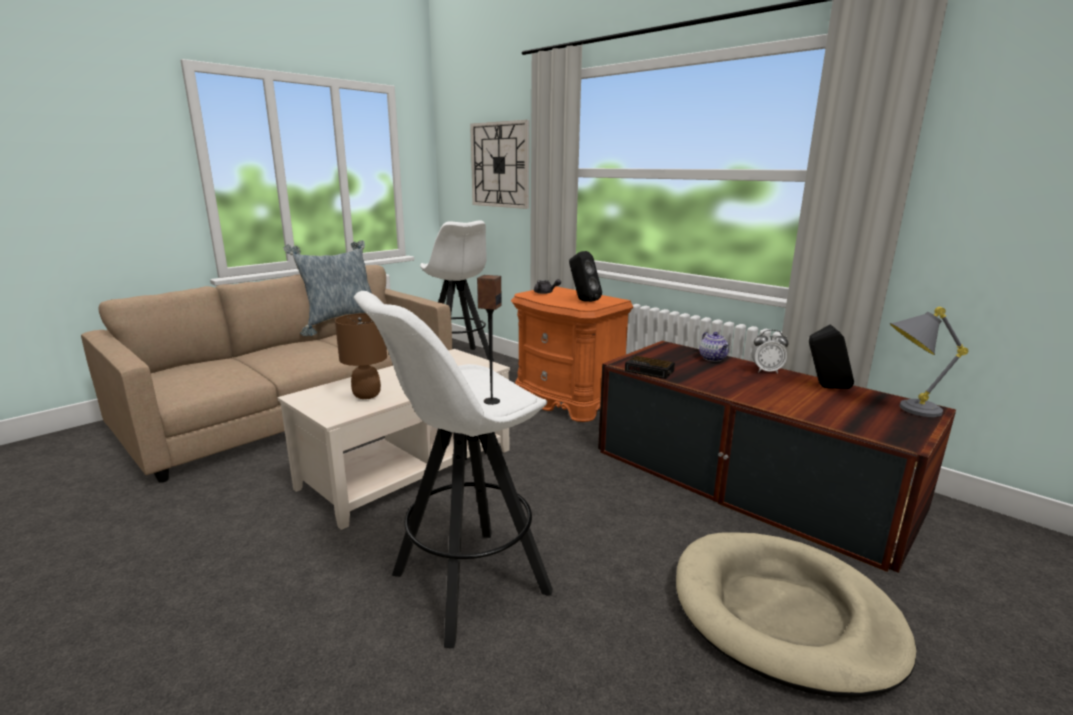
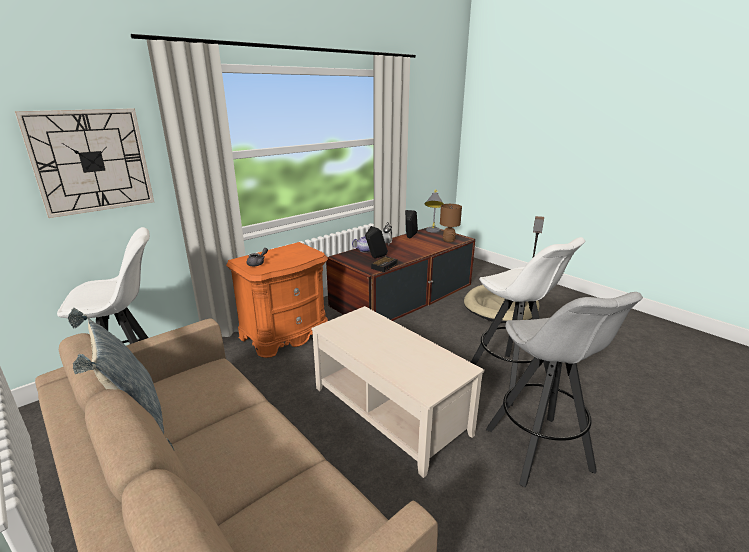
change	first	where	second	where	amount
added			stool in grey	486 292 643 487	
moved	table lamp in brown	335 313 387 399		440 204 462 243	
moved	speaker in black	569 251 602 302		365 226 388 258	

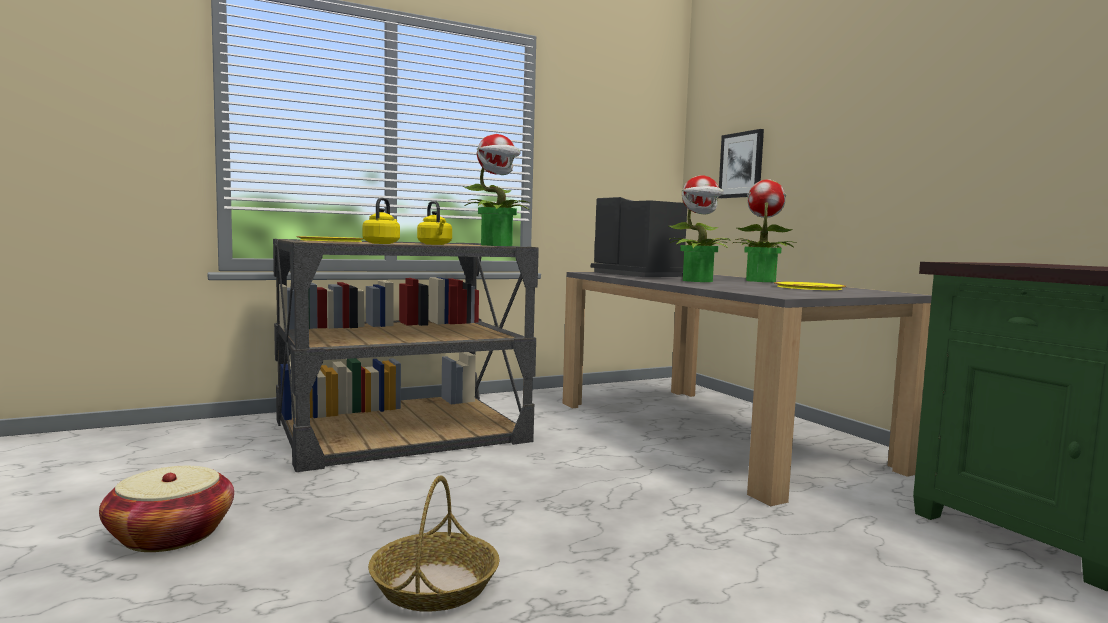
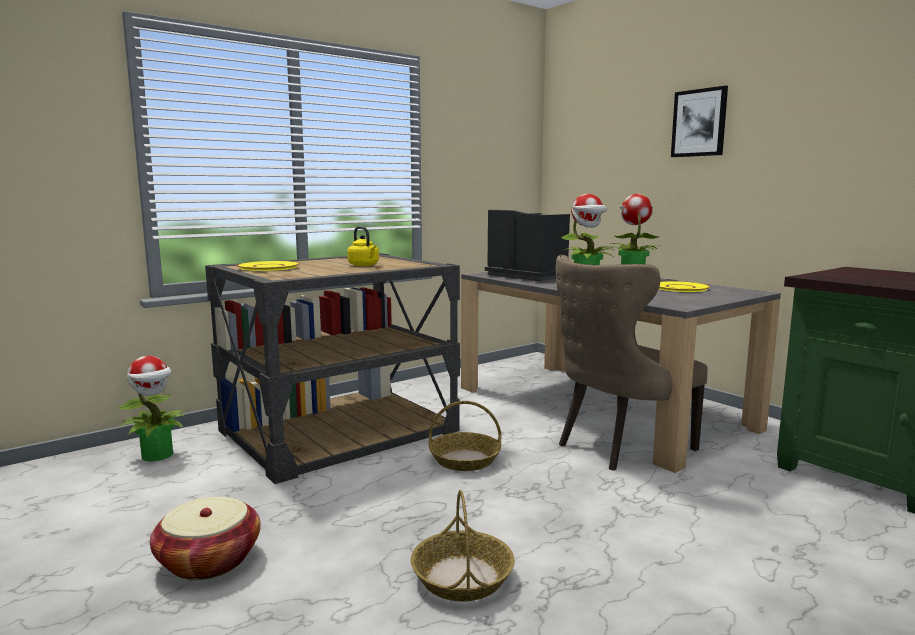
change	first	where	second	where	amount
removed	kettle in yellow	362 198 400 244			
added			basket	429 401 501 471	
added			chair in beige	556 255 707 471	
moved	potted plant	464 134 530 246		118 356 186 461	
moved	picture	718 129 764 198		671 85 728 157	

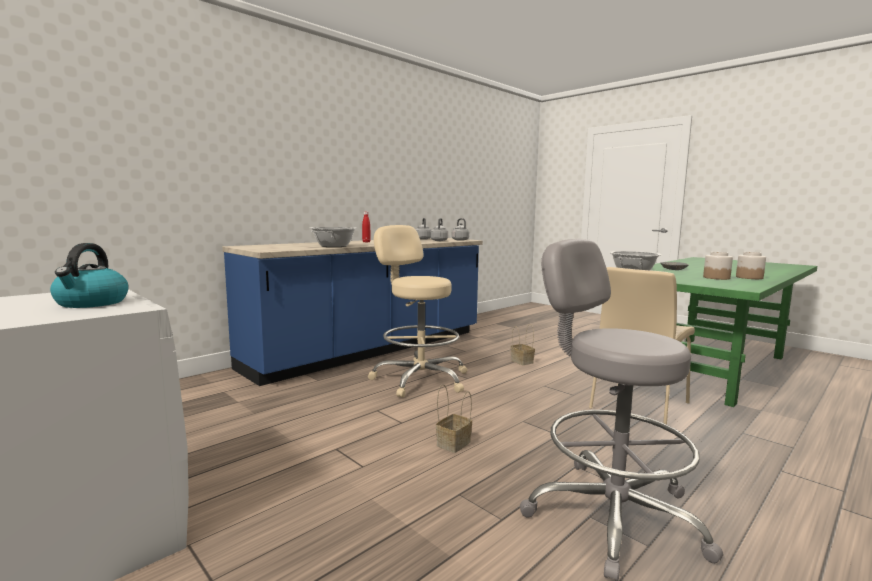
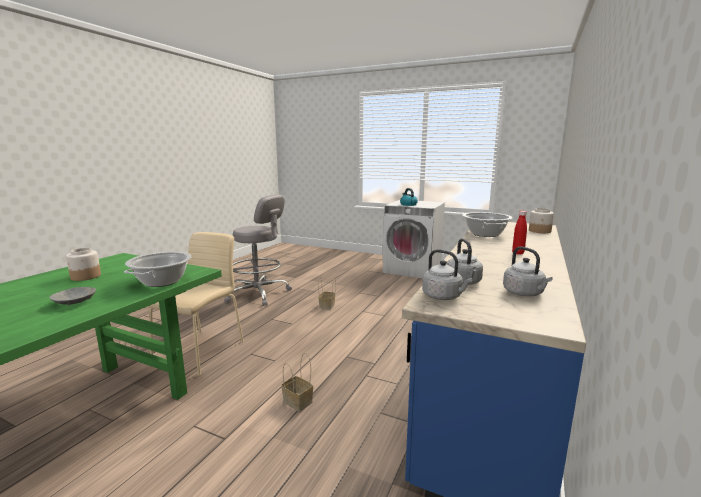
change	first	where	second	where	amount
removed	stool in beige	368 225 468 398			
moved	jar	736 252 766 279		529 208 554 233	

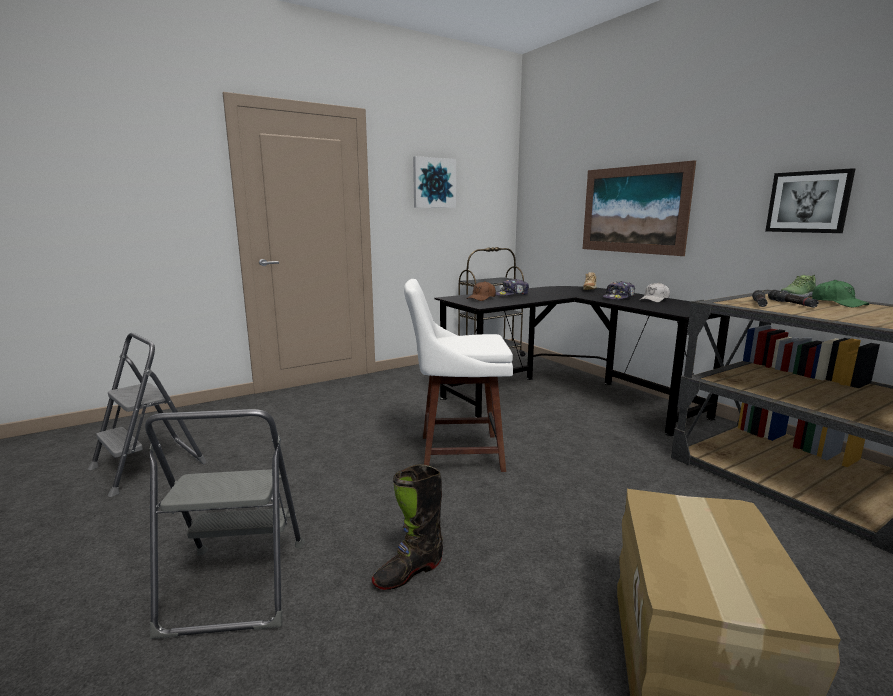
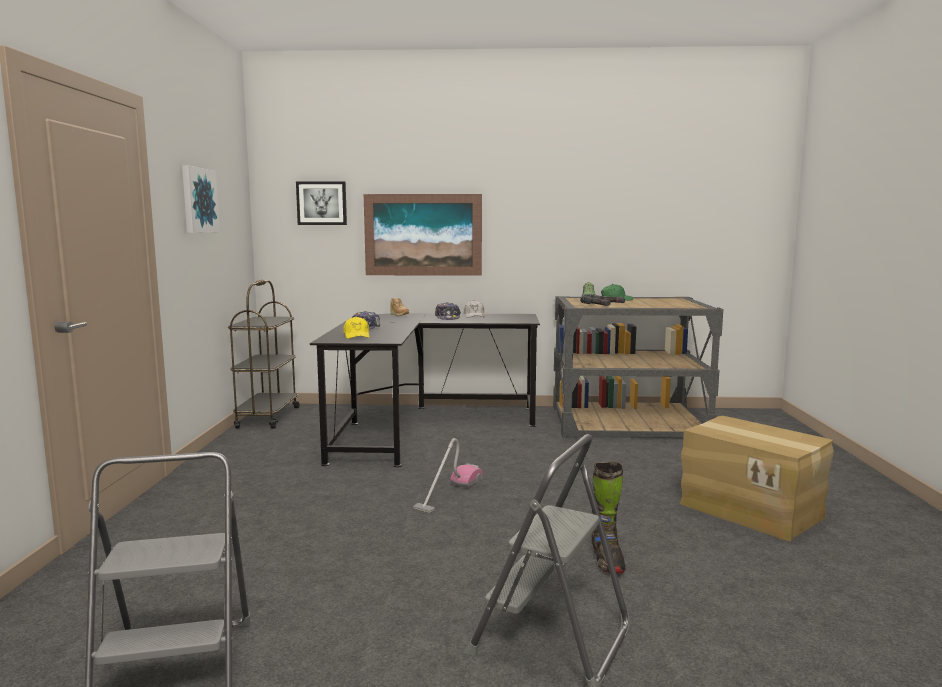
change	first	where	second	where	amount
moved	picture	765 168 855 233		296 181 347 225	
replaced	stool in white	404 279 513 472	vacuum cleaner	413 438 483 512	
recoloured	cap in brown	467 281 496 301	cap in yellow	343 316 370 339	

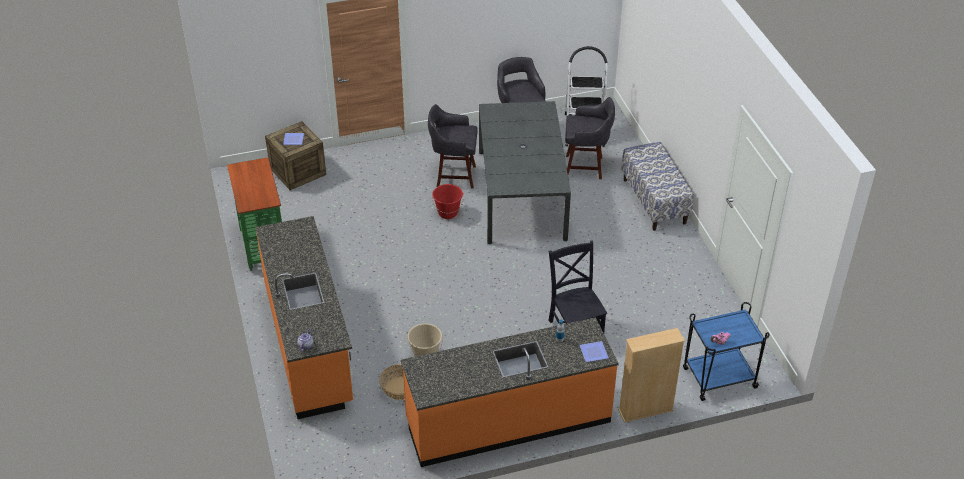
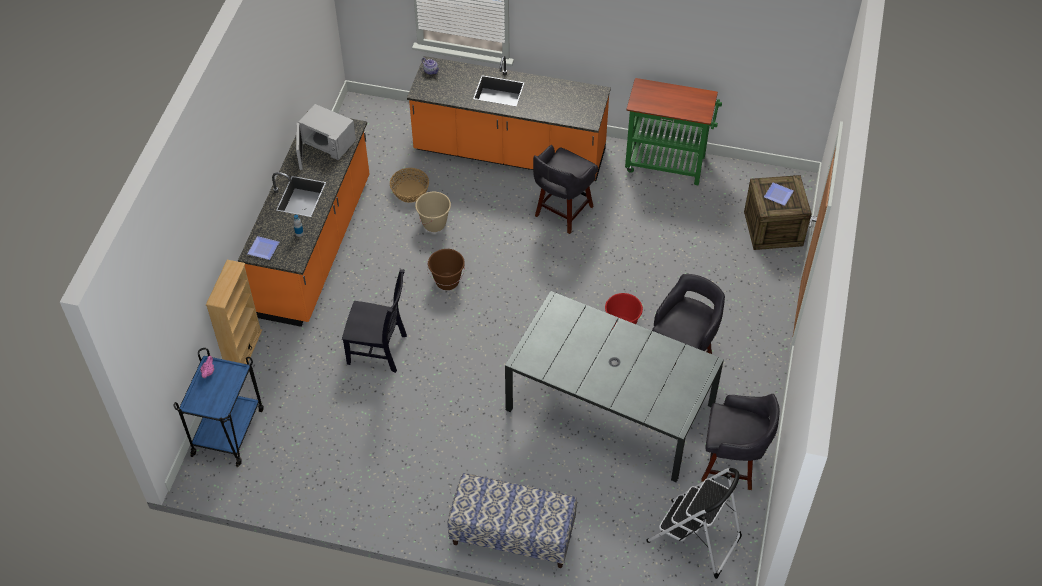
change	first	where	second	where	amount
added			microwave in white	296 104 356 170	
added			bucket in brown	427 249 465 290	
moved	stool in grey	565 97 615 179		533 145 598 234	

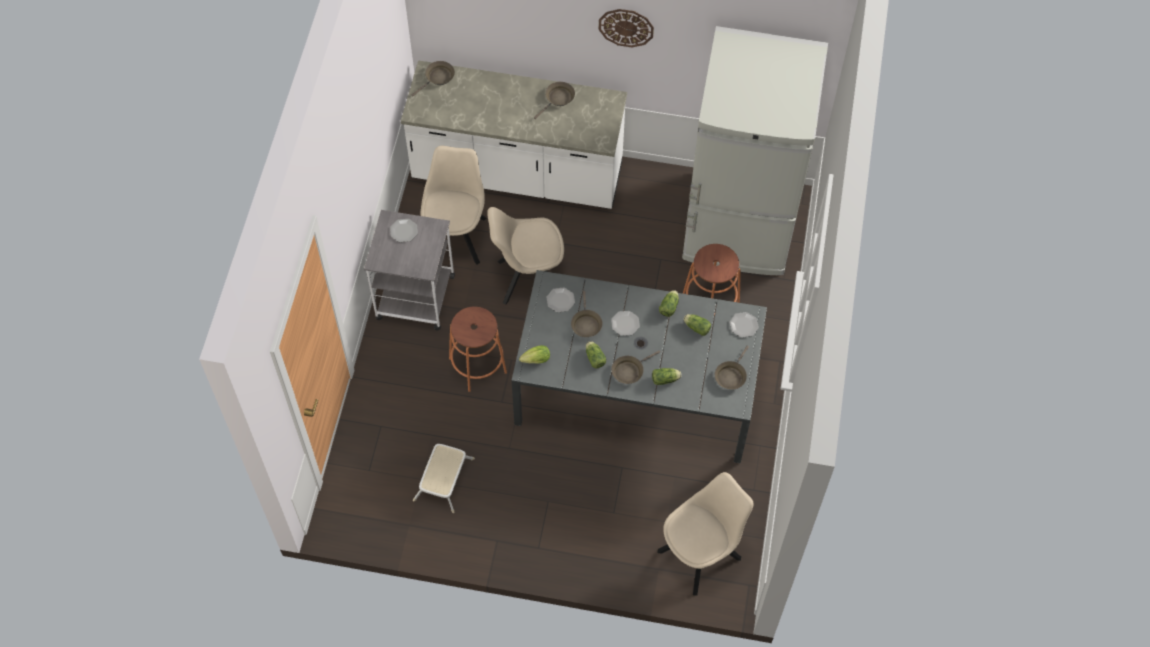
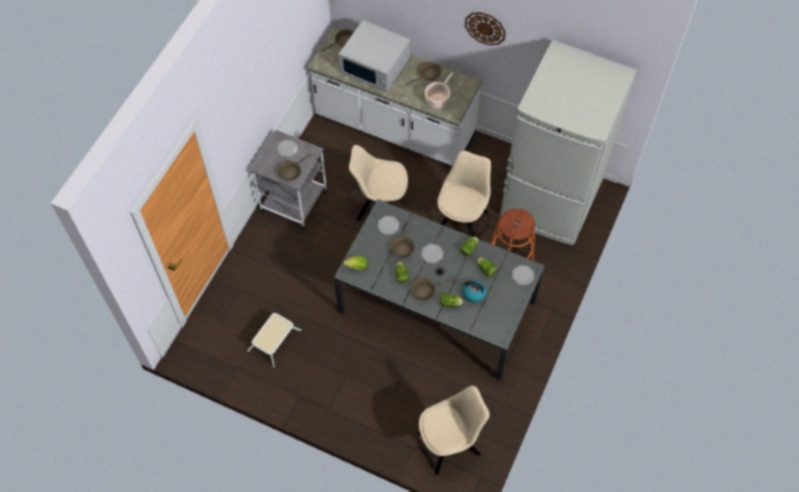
change	first	where	second	where	amount
removed	stool in orange	449 306 507 392			
added			microwave in white	338 20 410 93	
added			cooking pot	425 72 454 109	
added			kettle	460 280 486 302	
moved	chair in beige	420 146 487 264		437 150 491 237	
moved	frying pan in brown	715 346 749 390		277 154 311 181	

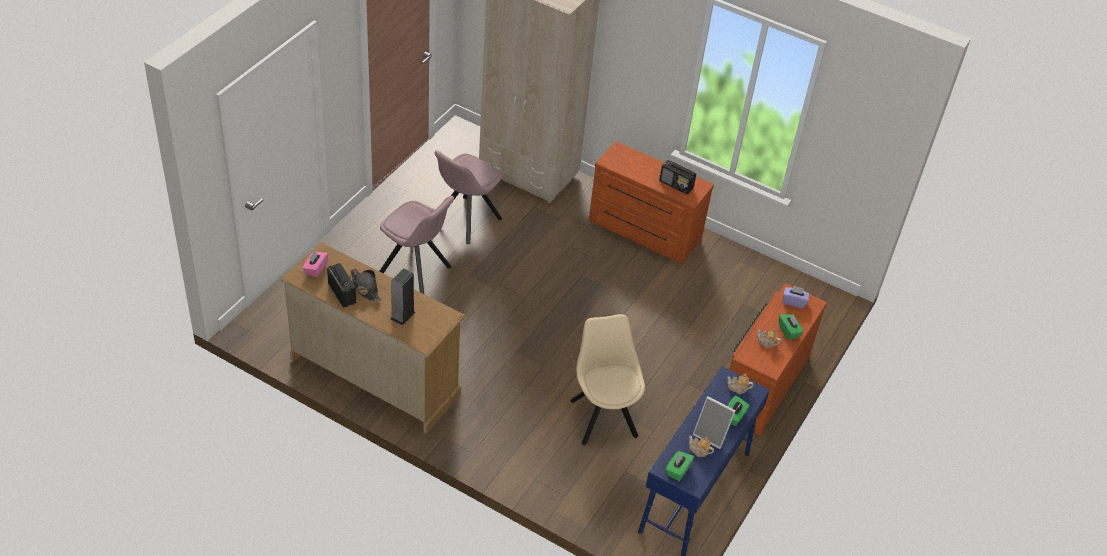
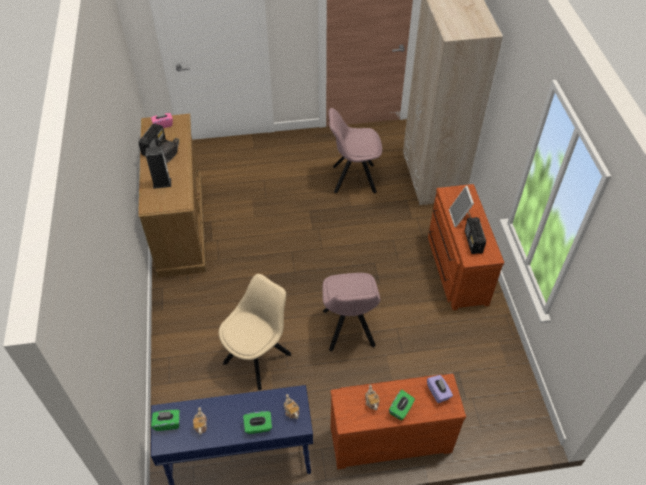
change	first	where	second	where	amount
moved	chair in pink	379 196 454 294		322 273 380 352	
moved	picture frame	693 396 736 449		449 186 474 227	

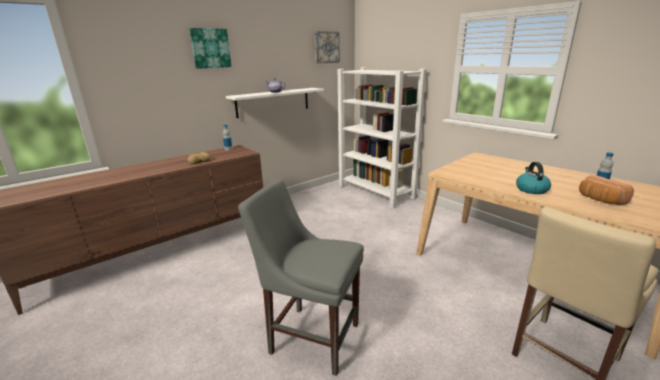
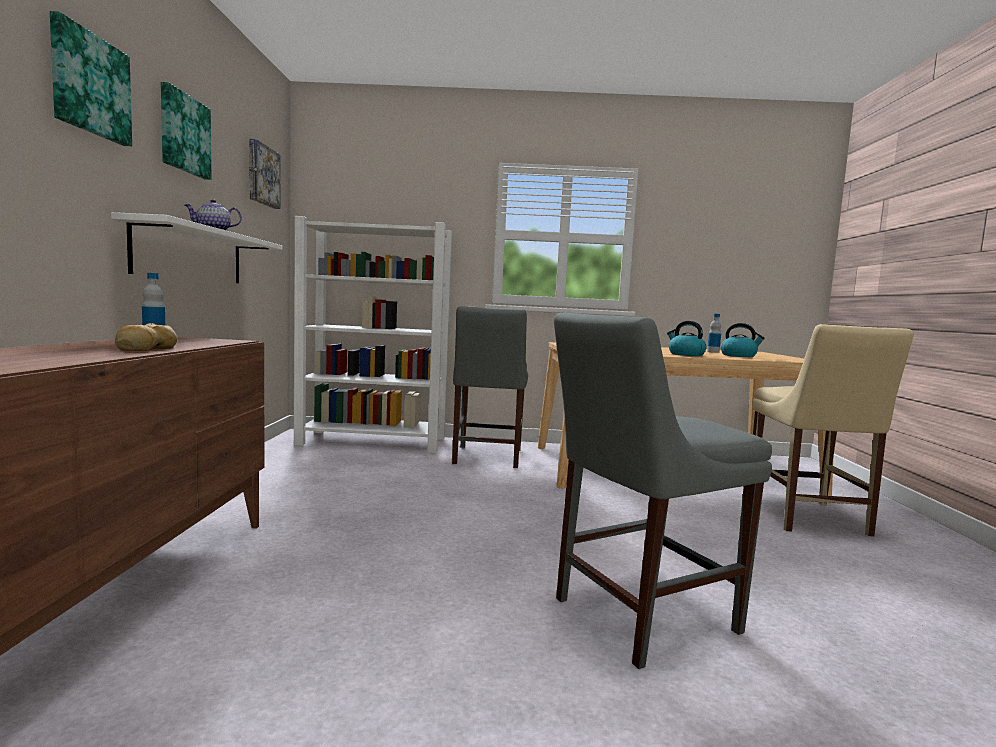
change	first	where	second	where	amount
added			picture	161 82 212 180	
added			chair in grey	452 306 528 468	
replaced	bread	579 175 634 205	kettle	721 323 765 357	

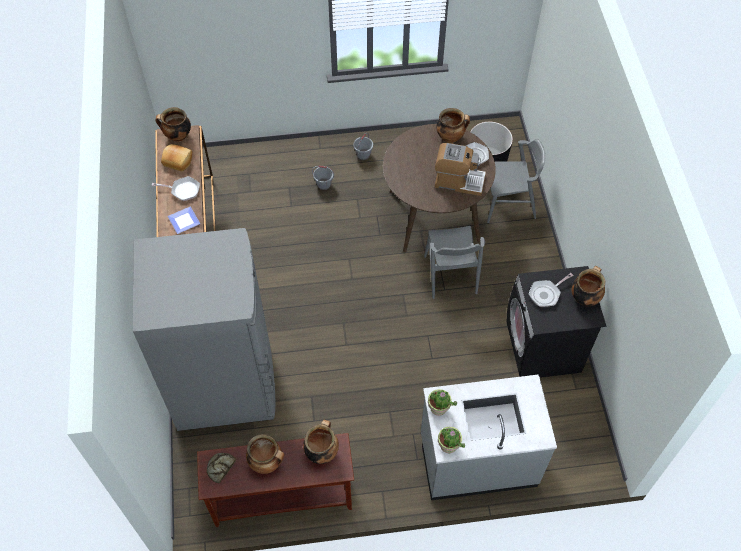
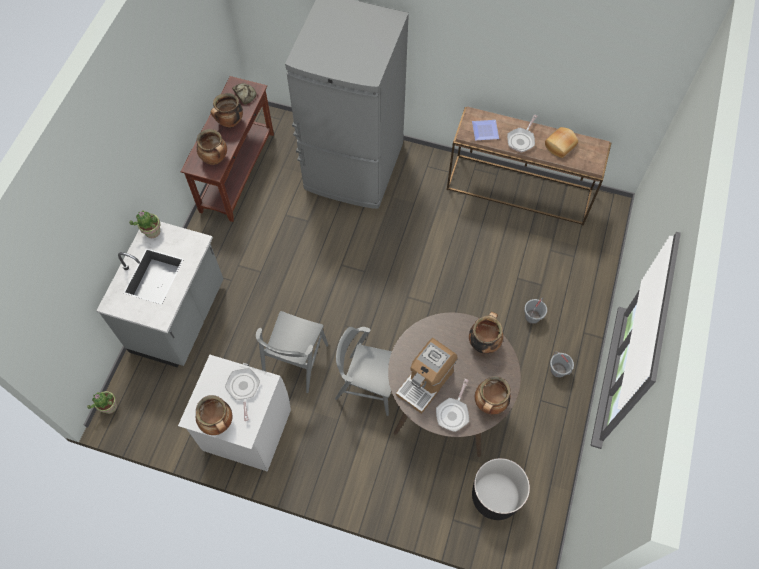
change	first	where	second	where	amount
moved	cooking pot	156 107 191 142		469 311 503 354	
moved	potted plant	428 389 457 416		87 391 117 414	
moved	chair in grey	487 139 545 223		256 311 329 393	
recoloured	washing machine in black	507 266 607 378	washing machine in white	178 355 291 472	

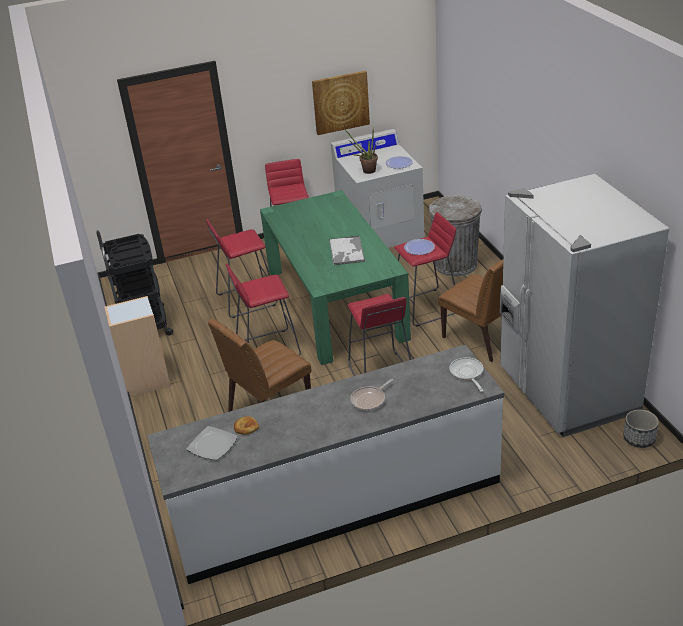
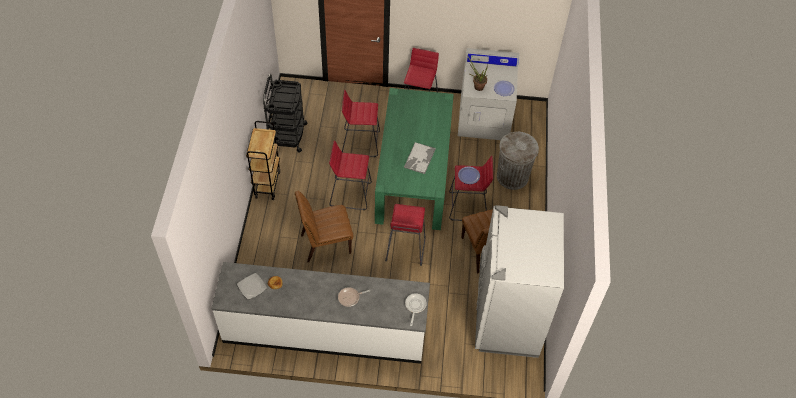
change	first	where	second	where	amount
removed	picture	312 71 370 135			
removed	planter	623 409 659 448			
replaced	bookcase	104 296 171 397	cart in brown	246 121 280 200	

